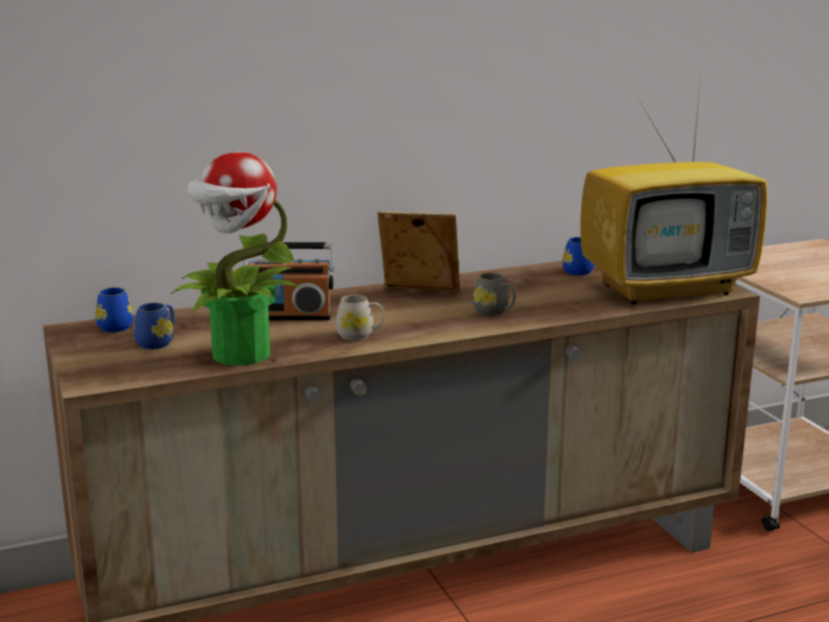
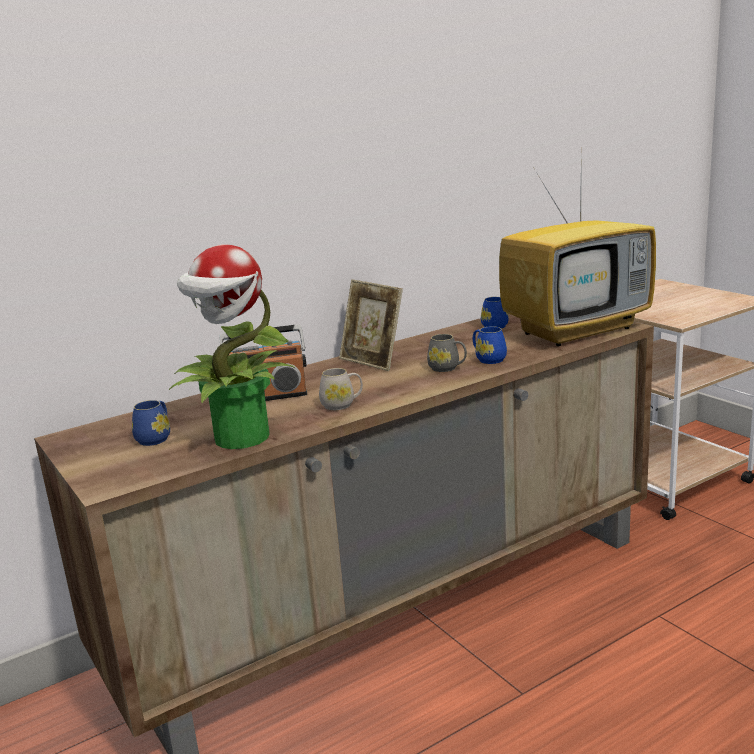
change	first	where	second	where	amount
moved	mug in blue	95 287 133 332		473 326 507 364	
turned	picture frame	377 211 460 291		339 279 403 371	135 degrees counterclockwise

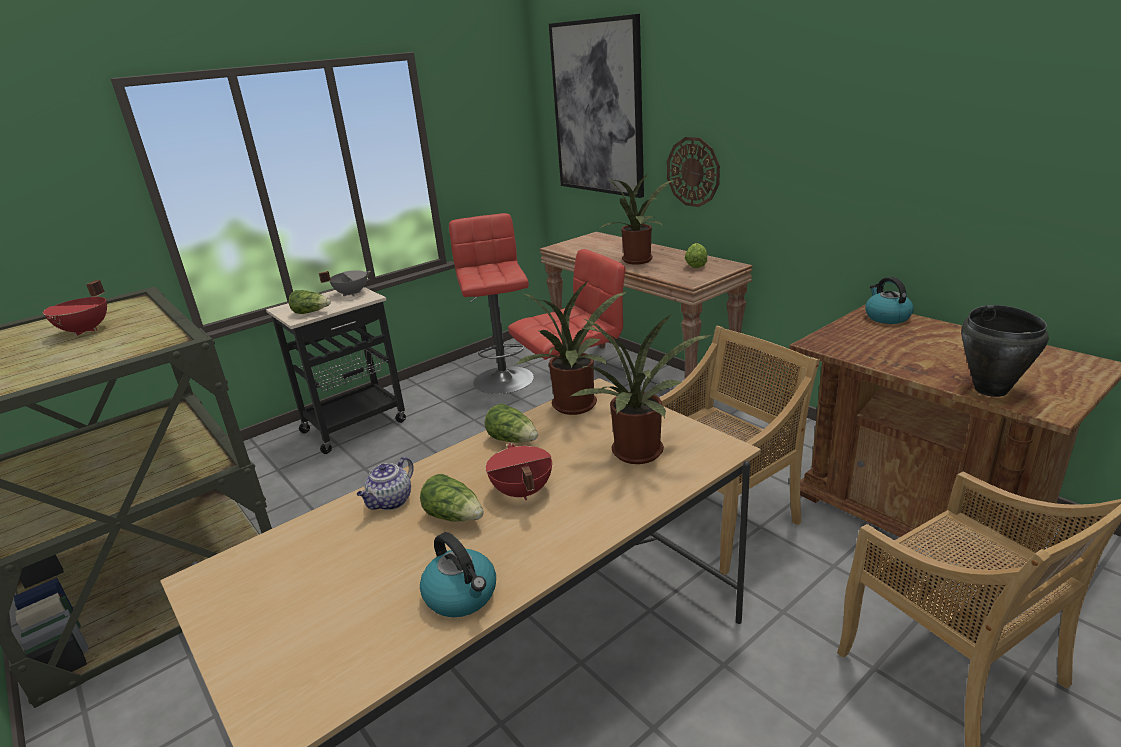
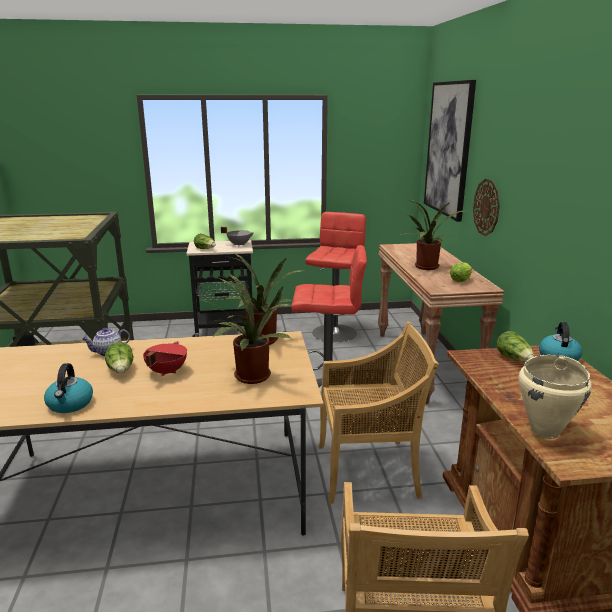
change	first	where	second	where	amount
removed	cooking pot in red	43 280 107 336			
moved	lettuce	485 404 538 442		497 331 534 361	
recoloured	cooking pot in black	961 305 1049 397	cooking pot in beige	519 354 592 439	

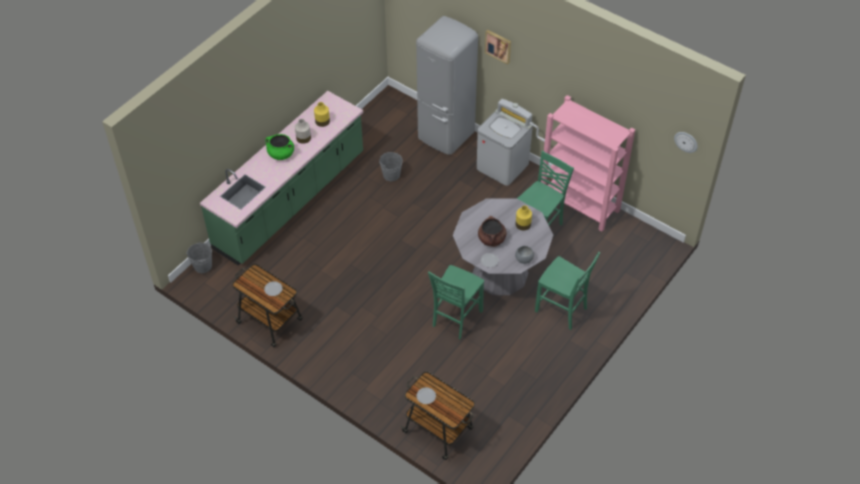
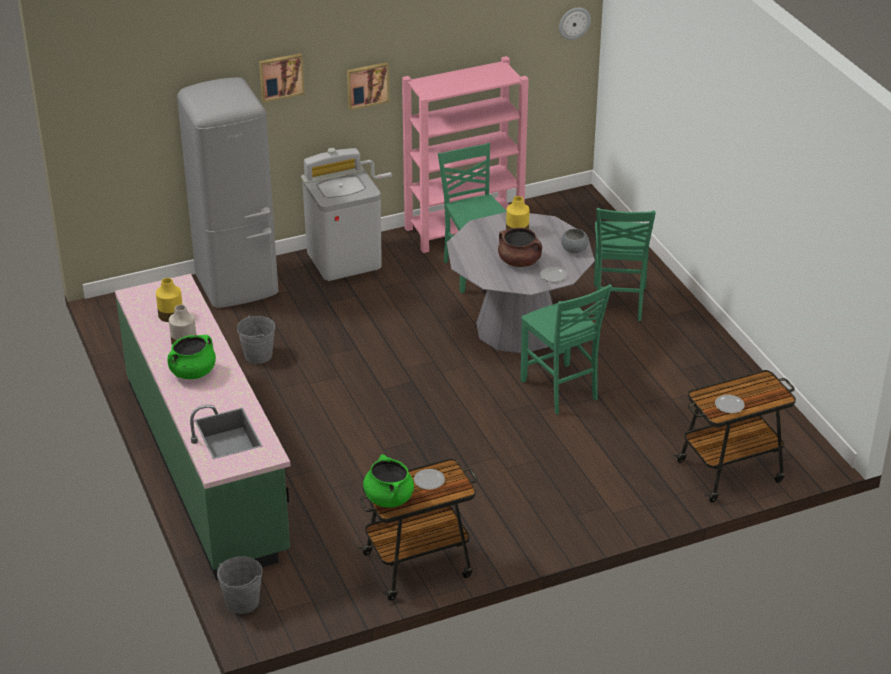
change	first	where	second	where	amount
added			picture	347 62 389 110	
added			cooking pot in green	363 454 414 508	
turned	chair in green	535 252 600 330		594 208 656 321	120 degrees clockwise

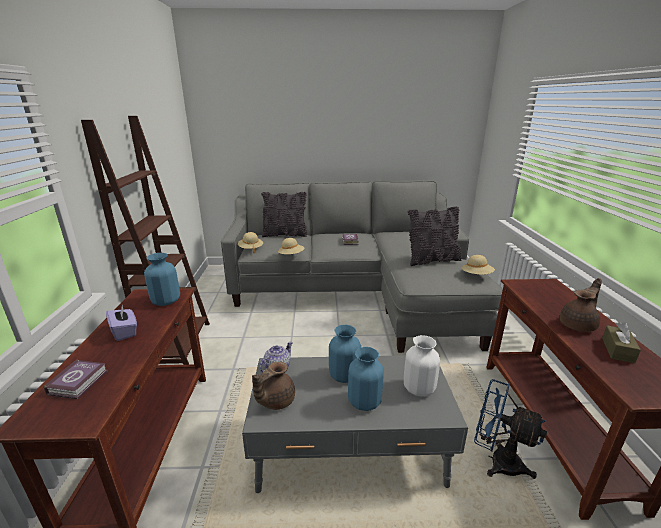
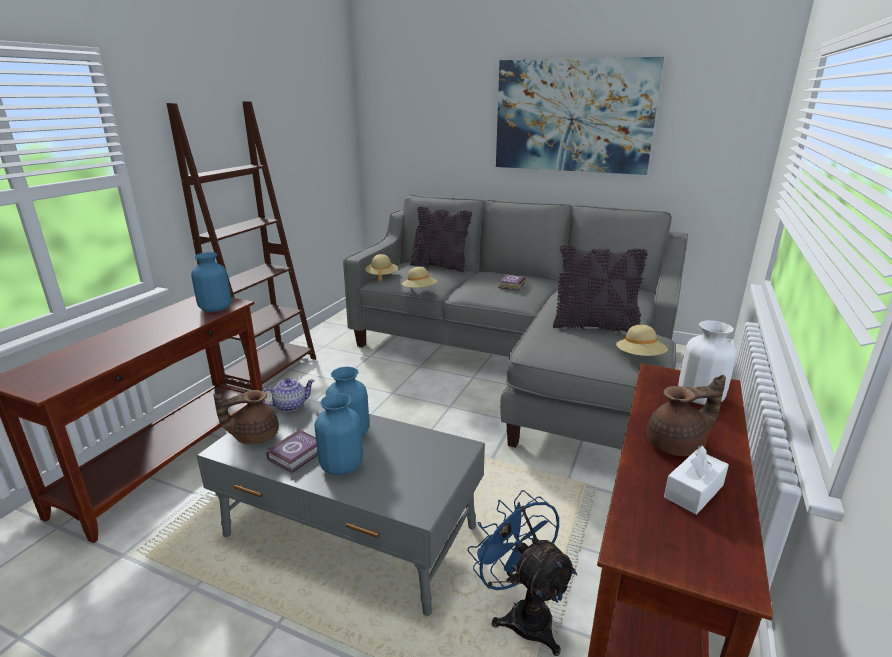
change	first	where	second	where	amount
removed	tissue box in purple	106 303 137 341			
added			picture	496 57 664 175	
moved	book	44 359 108 399		266 429 318 473	
moved	vase in white	404 335 440 397		678 321 737 405	
recoloured	tissue box in brown	602 322 641 363	tissue box in white	664 445 729 514	

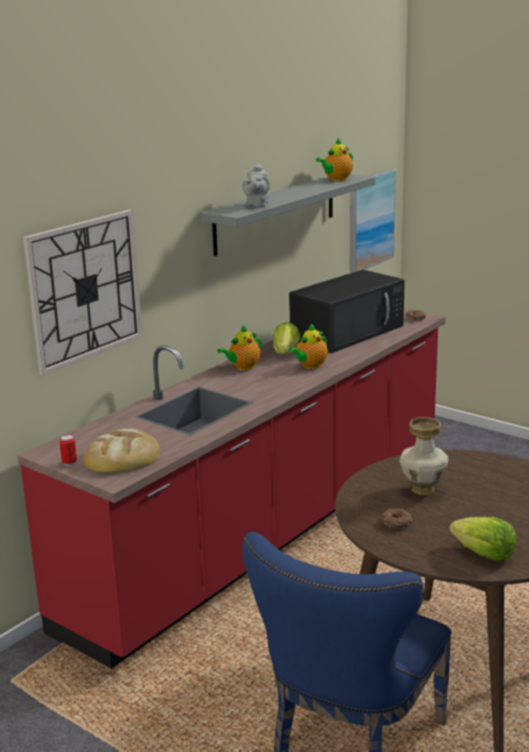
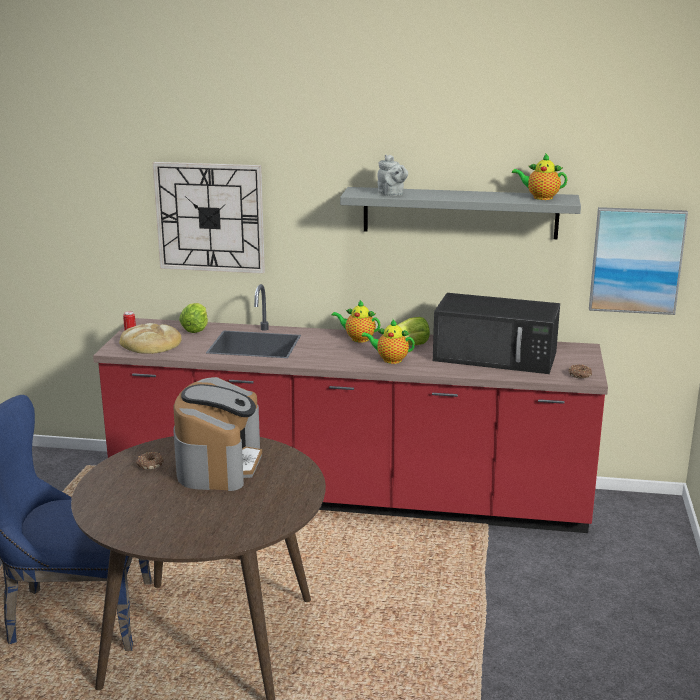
change	first	where	second	where	amount
moved	lettuce	449 517 517 562		179 303 208 333	
replaced	vase	399 417 449 495	coffee machine	174 377 262 491	
turned	teapot in grey	242 164 270 208		377 155 408 196	105 degrees counterclockwise

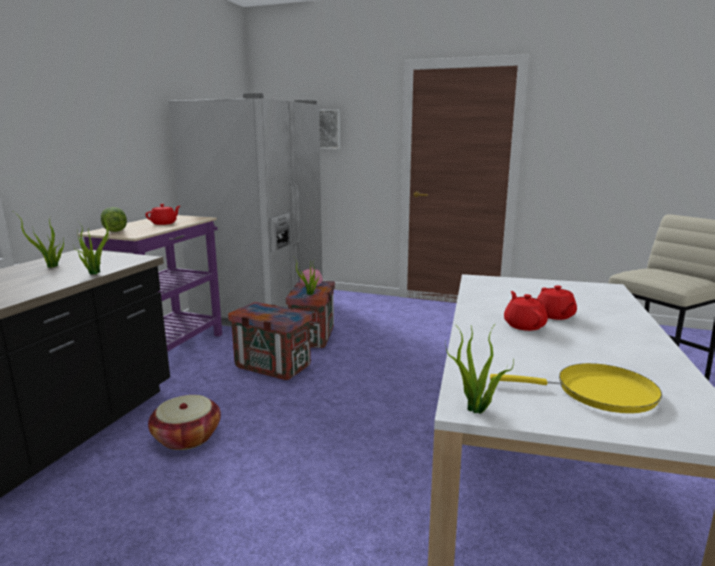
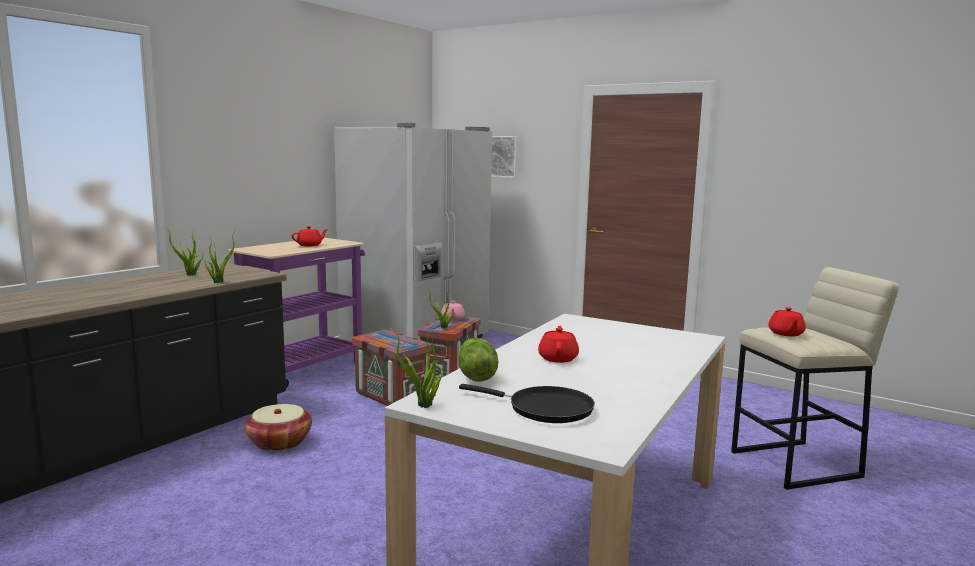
change	first	where	second	where	amount
moved	lettuce	101 207 127 232		459 338 499 381	
moved	teapot in red	537 285 577 320		768 307 806 336	
recoloured	frying pan in yellow	490 363 662 413	frying pan in black	459 384 595 423	

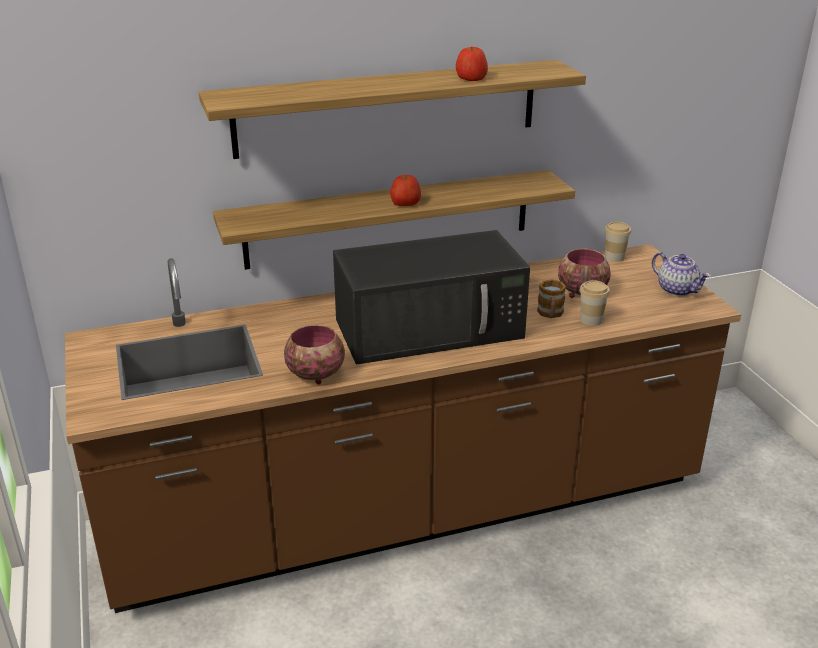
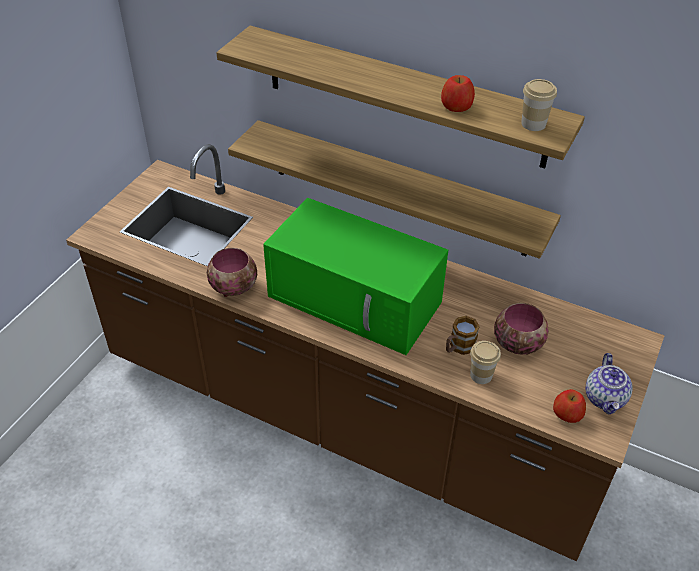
change	first	where	second	where	amount
moved	apple	390 175 421 206		553 389 586 423	
moved	cup	605 222 631 262		521 79 557 131	
recoloured	microwave in black	333 230 530 365	microwave in green	263 198 448 355	

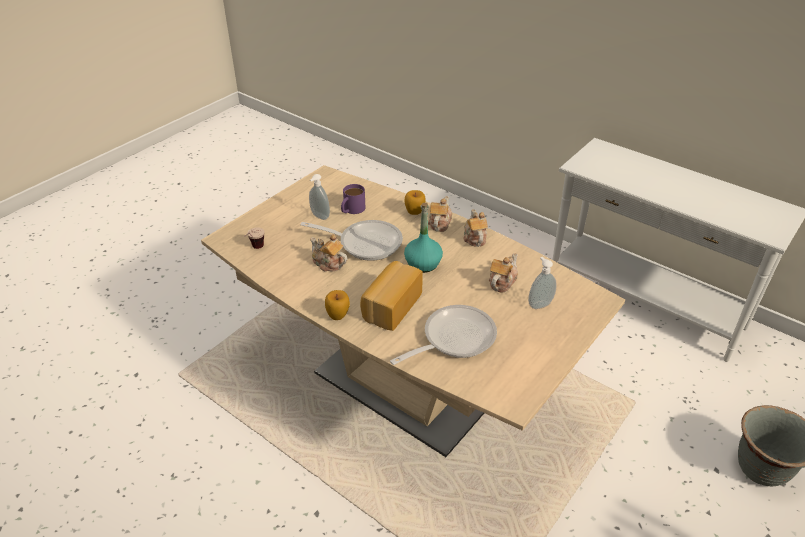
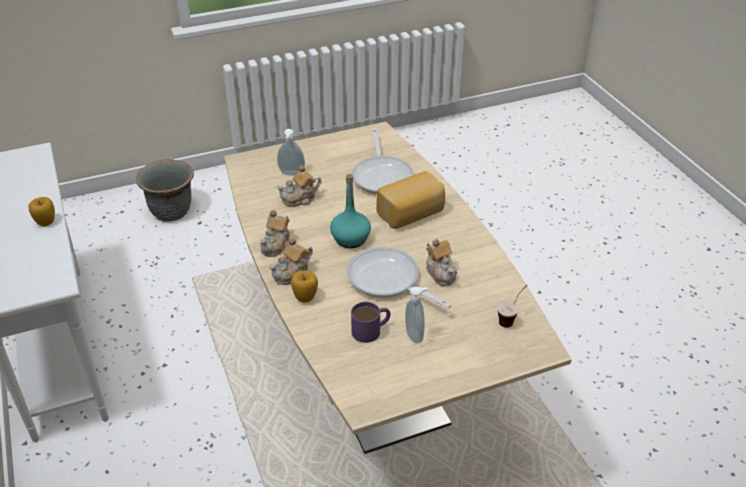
change	first	where	second	where	amount
moved	apple	325 290 350 320		28 197 55 226	
turned	frying pan	390 305 497 365		352 128 414 194	90 degrees counterclockwise

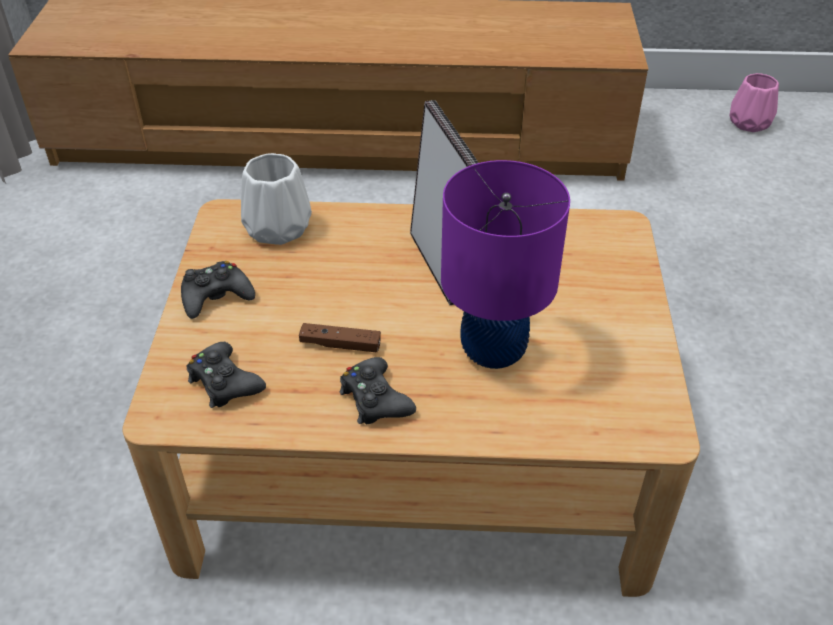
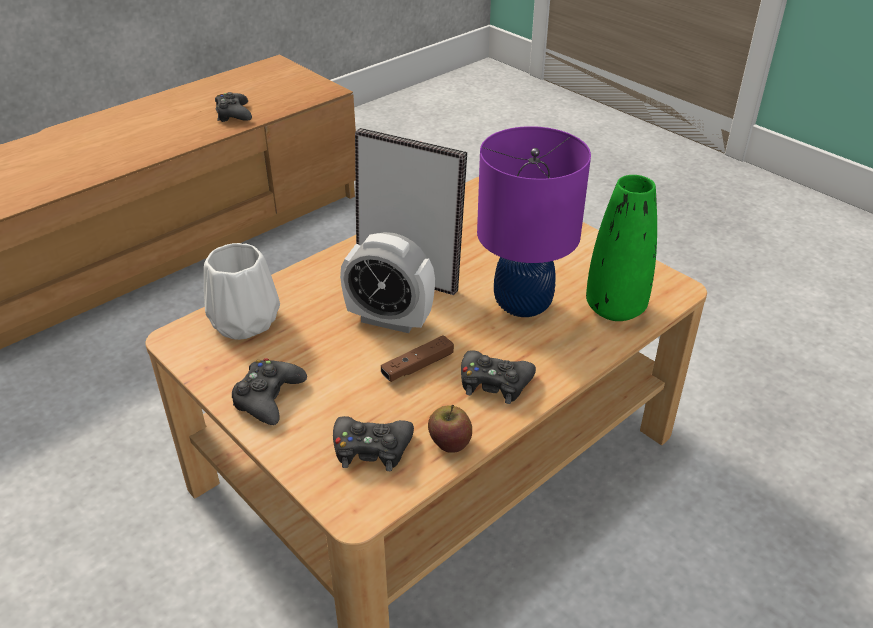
change	first	where	second	where	amount
removed	vase in pink	729 73 779 132			
added			game controller in black	215 92 252 122	
added			alarm clock	340 232 435 333	
added			apple	428 405 472 453	
added			vase in green	586 175 657 321	

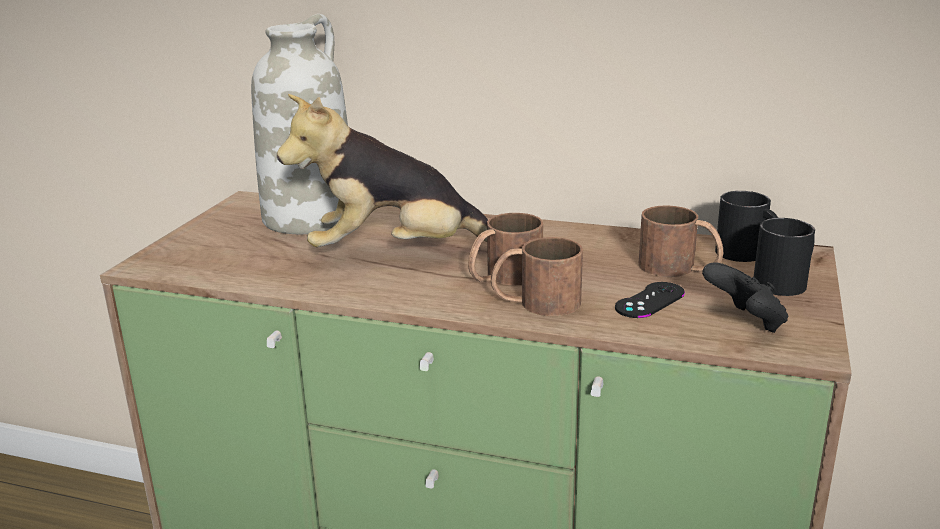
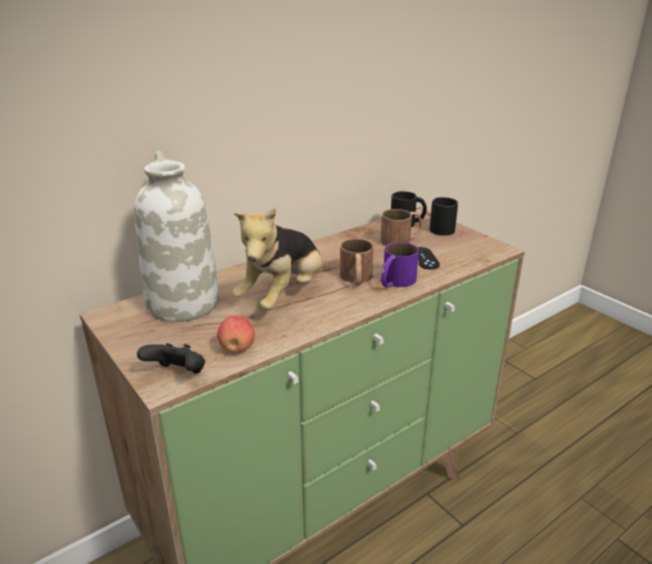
change	first	where	second	where	amount
added			apple	217 316 255 353	
moved	game controller in black	702 262 788 333		137 343 205 374	
recoloured	mug in brown	491 237 583 316	mug in purple	381 242 419 287	

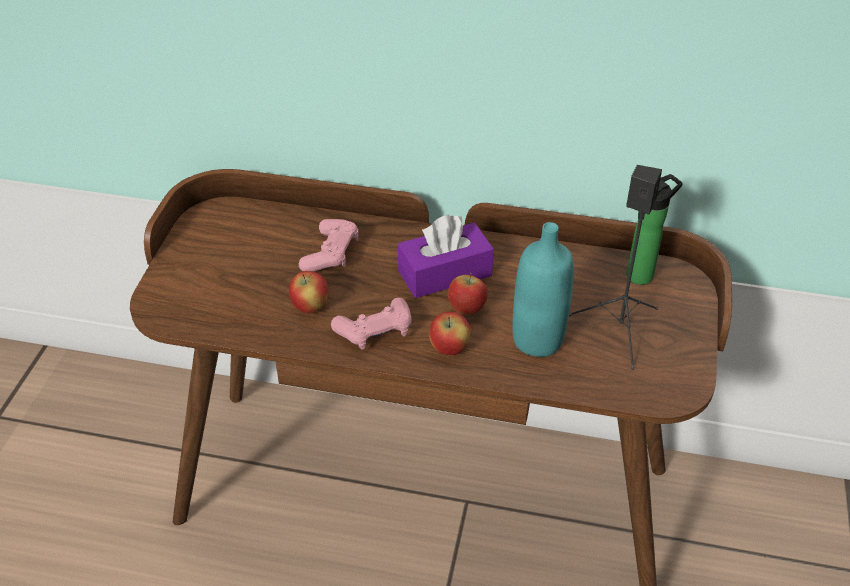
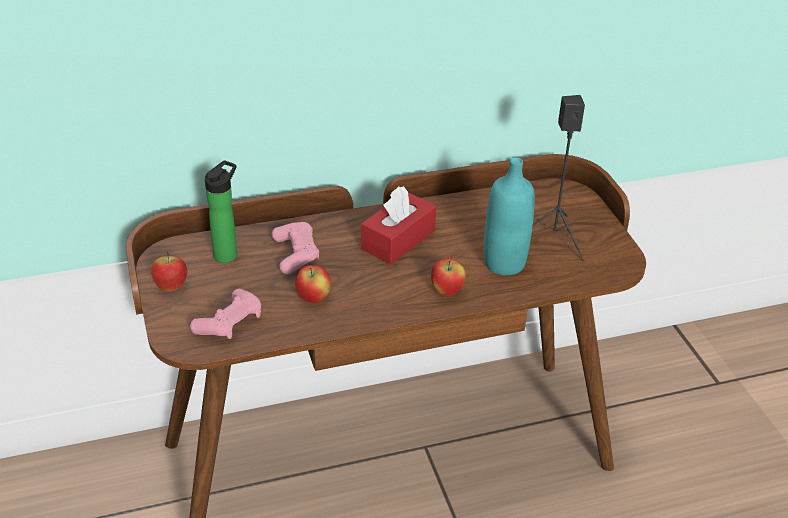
change	first	where	second	where	amount
moved	game controller in pink	331 298 411 350		190 289 261 339	
moved	apple	448 272 488 316		151 252 187 292	
moved	bottle	627 174 683 285		205 160 237 263	
recoloured	tissue box in purple	398 214 494 298	tissue box in red	361 186 437 265	

